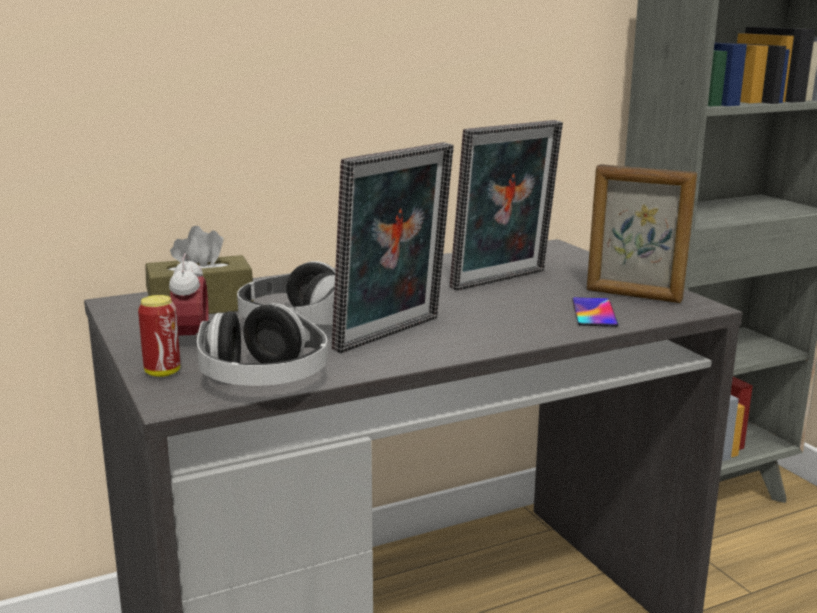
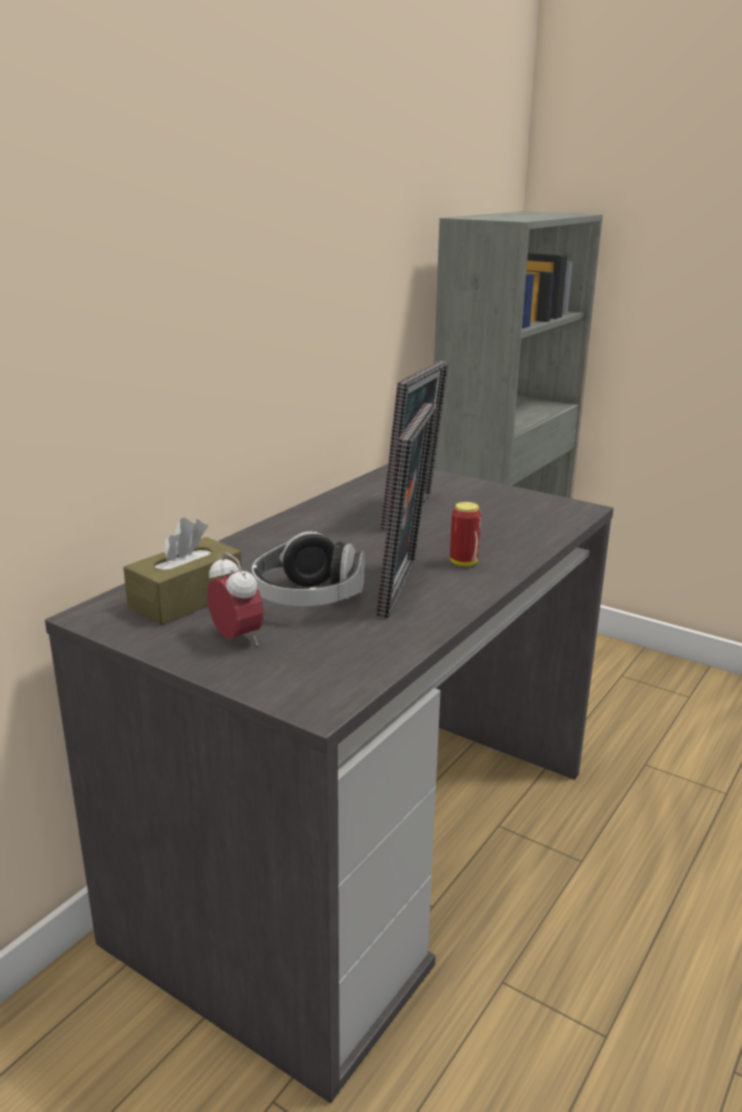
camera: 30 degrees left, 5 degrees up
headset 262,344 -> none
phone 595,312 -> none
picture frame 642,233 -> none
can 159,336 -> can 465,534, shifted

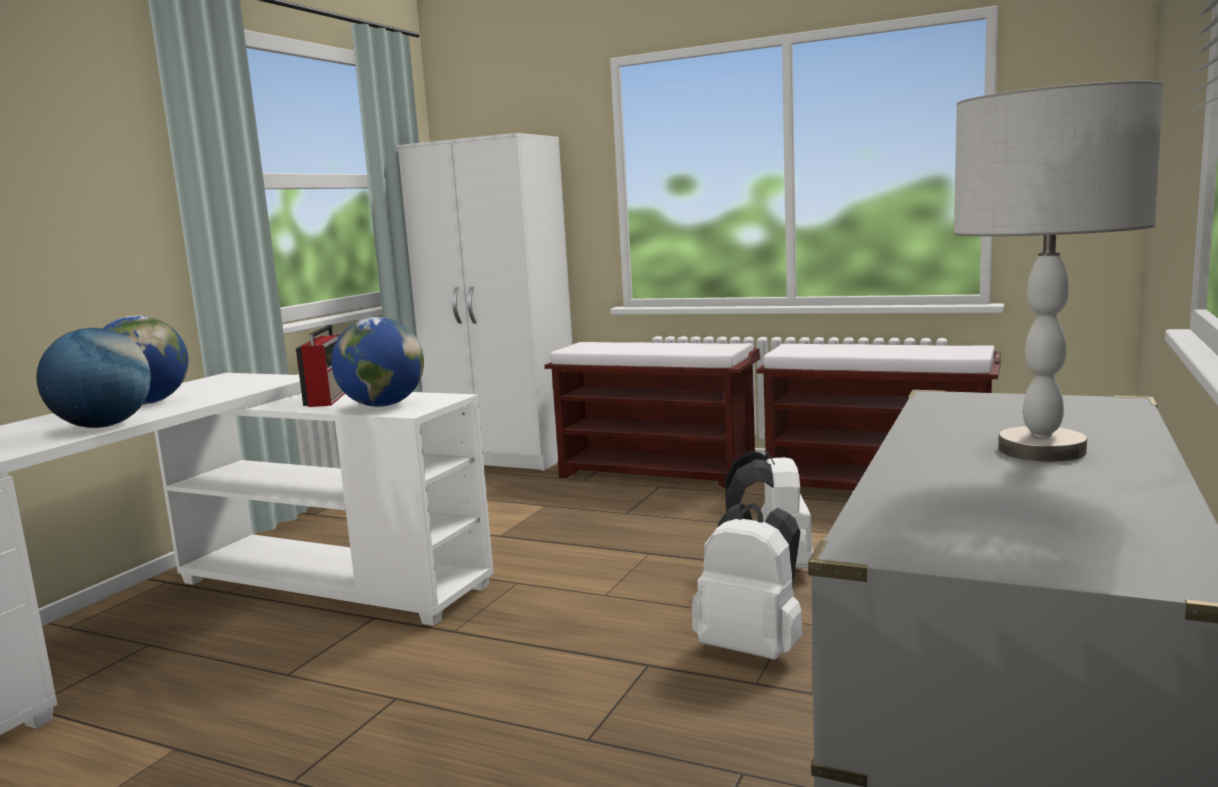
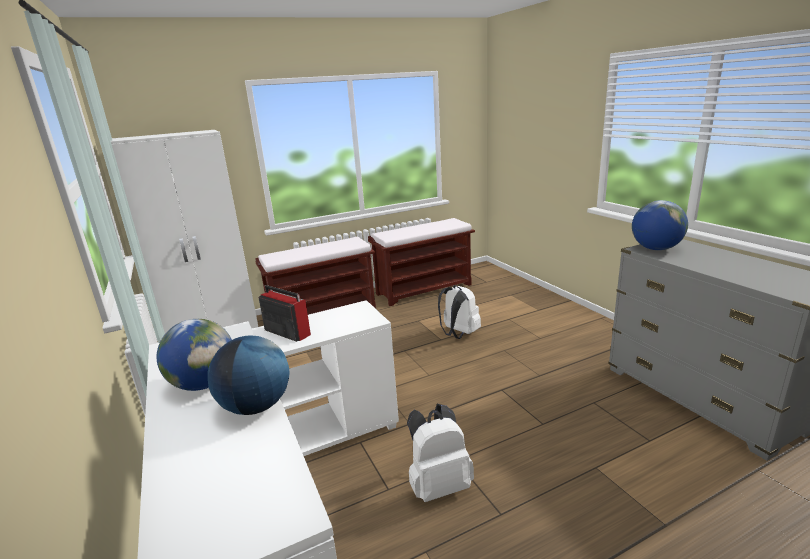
camera: 50 degrees left, 10 degrees up
grey lamp for a table 1059,271 -> none
desk globe 377,362 -> desk globe 660,225, shifted
white knapsack 747,581 -> white knapsack 440,453, shifted

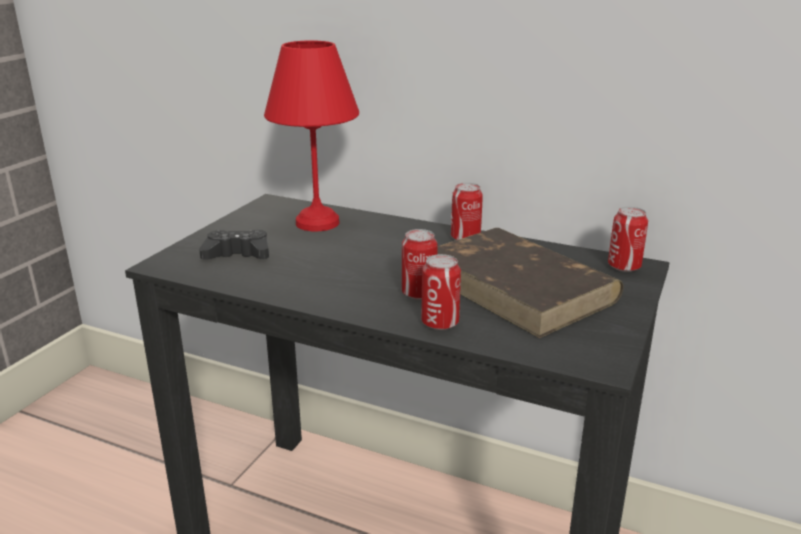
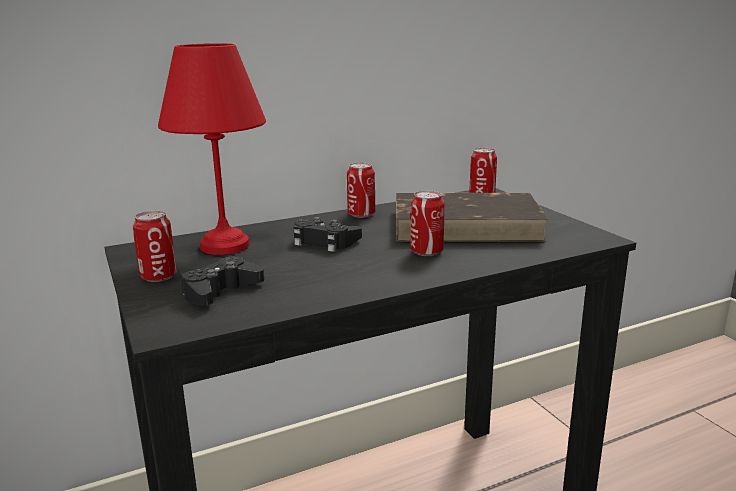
camera: 50 degrees left, 5 degrees down
none -> blackish game controller 328,234
can 441,292 -> can 155,246, shifted

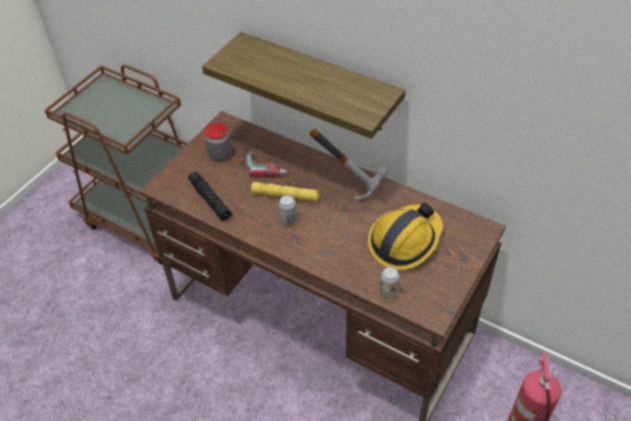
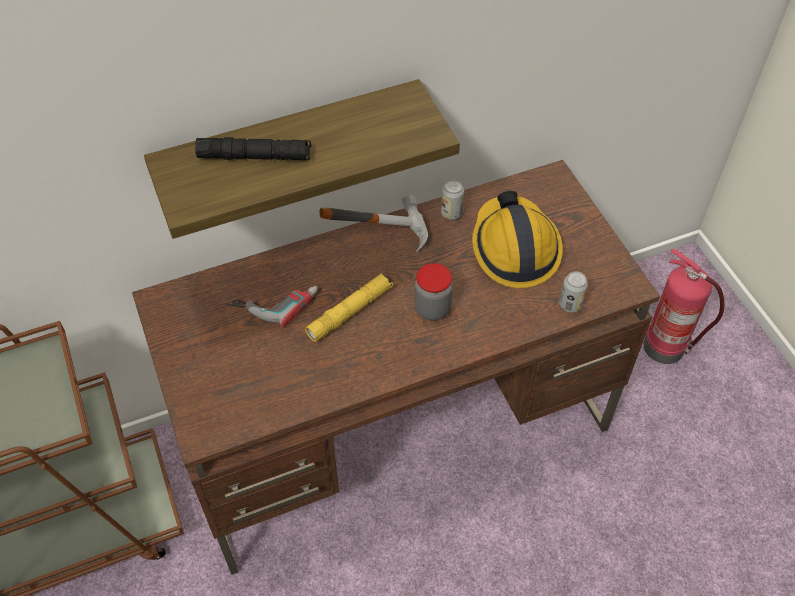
camera: 55 degrees left, 5 degrees up
blackish flashlight 210,197 -> blackish flashlight 253,148, shifted
storage jar 218,142 -> storage jar 434,291, shifted
can 287,210 -> can 452,200, shifted

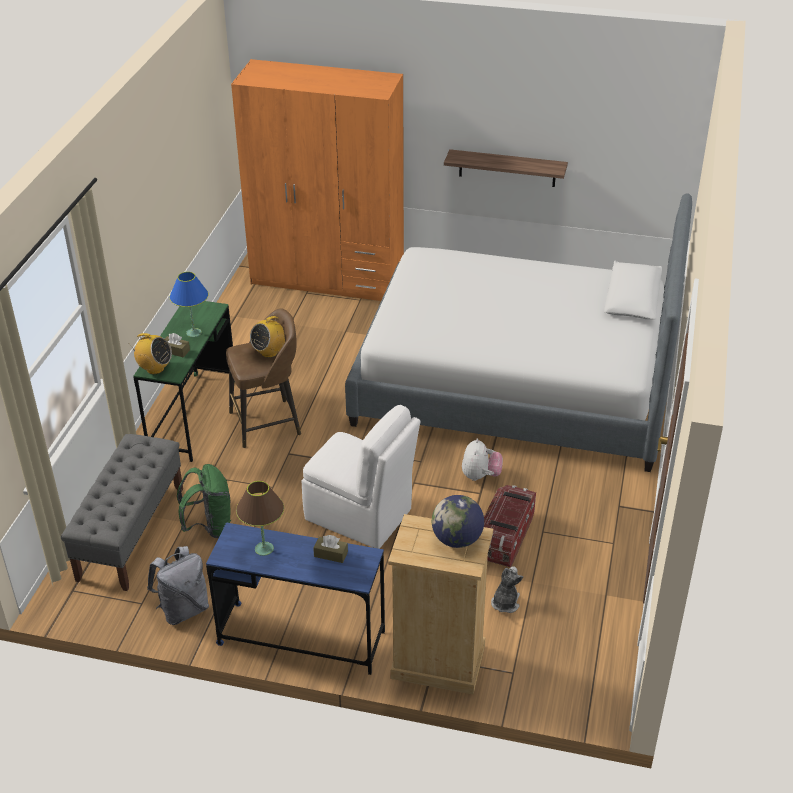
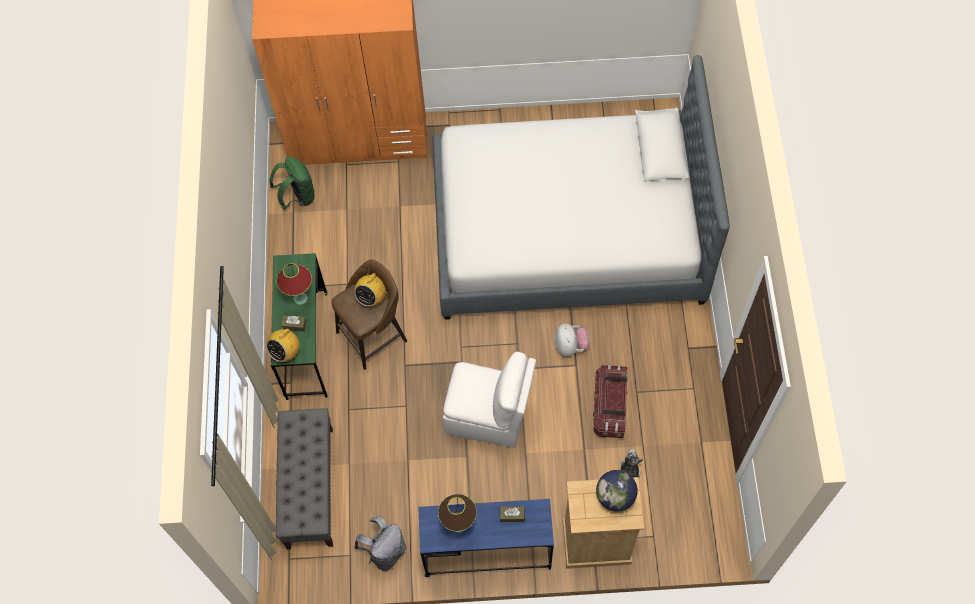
camera: 15 degrees left, 25 degrees up
shelf 506,168 -> none
greenish knapsack 204,501 -> greenish knapsack 292,183, shifted
blue lamp for a table 189,304 -> red-coloured lamp for a table 294,284
radio receiver 151,353 -> radio receiver 283,343, 120 degrees clockwise

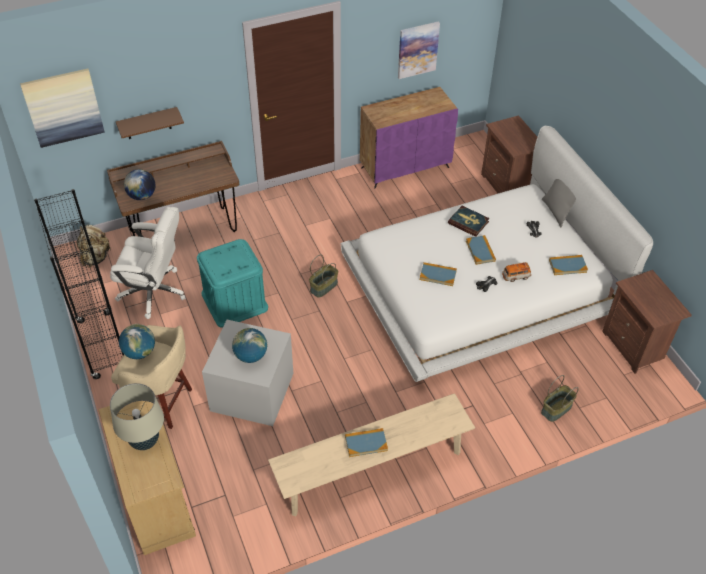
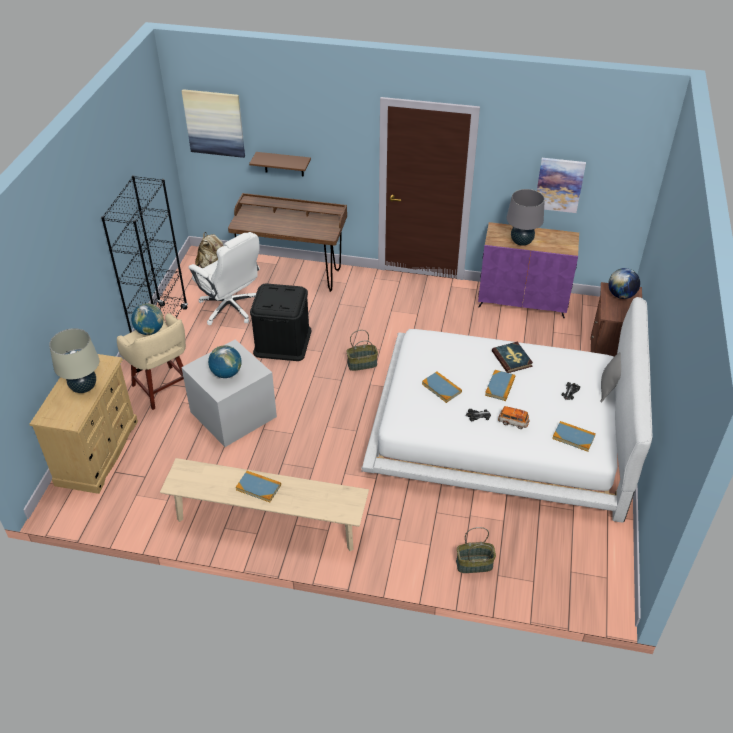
camera: 35 degrees right, 5 degrees down
brown-coloured bedside table 647,322 -> none
none -> grey lamp for a table 525,217
desk globe 140,184 -> desk globe 624,283, shifted
turquoise-coloured storage bin 232,283 -> blackish storage bin 280,322

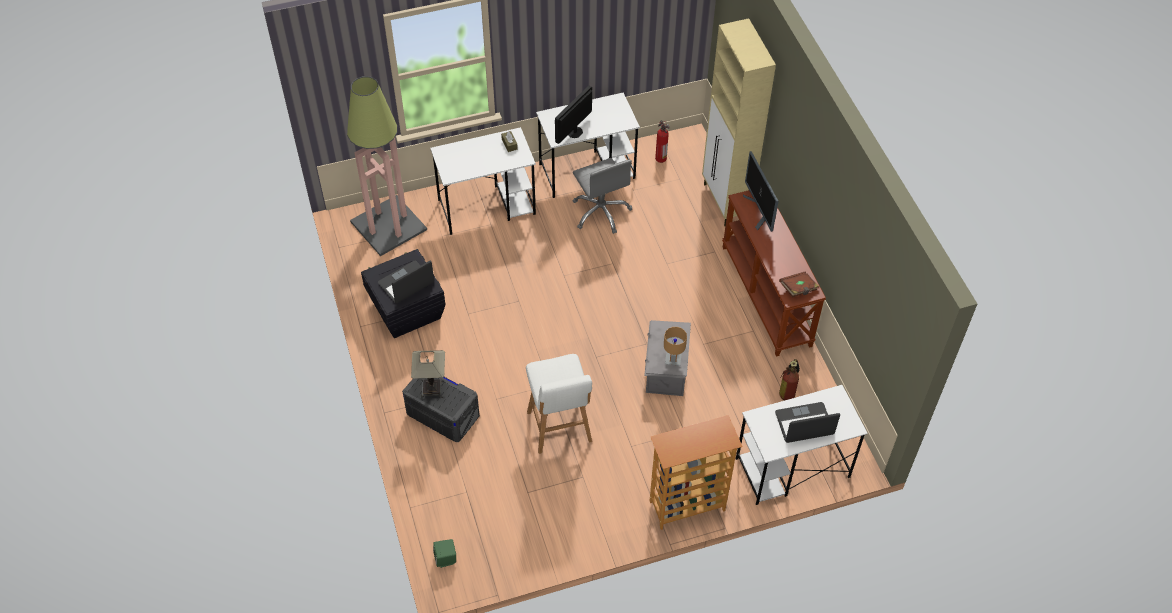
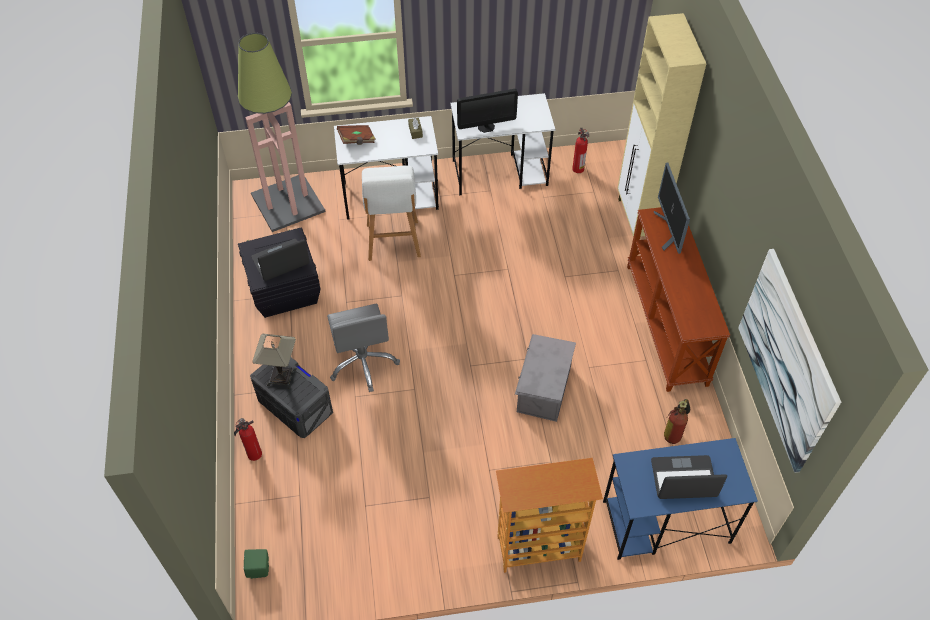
camera: 10 degrees right, 0 degrees up
brown-coloured lamp for a table 675,346 -> none
none -> fire-fighting cylinder 248,439
none -> picture 789,361
white stool seat 559,404 -> white stool seat 391,213, shifted
grey office chair 602,196 -> grey office chair 363,347, shifted
brown-coloured volume 799,284 -> brown-coloured volume 356,135, shifted
white desk table 801,445 -> blue desk table 680,499
computer screen 573,115 -> computer screen 487,111, 150 degrees counterclockwise

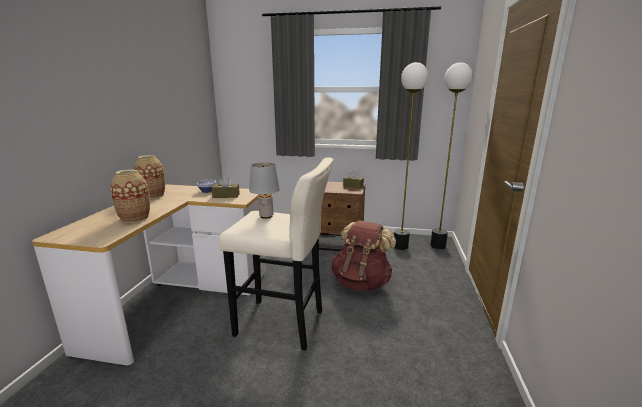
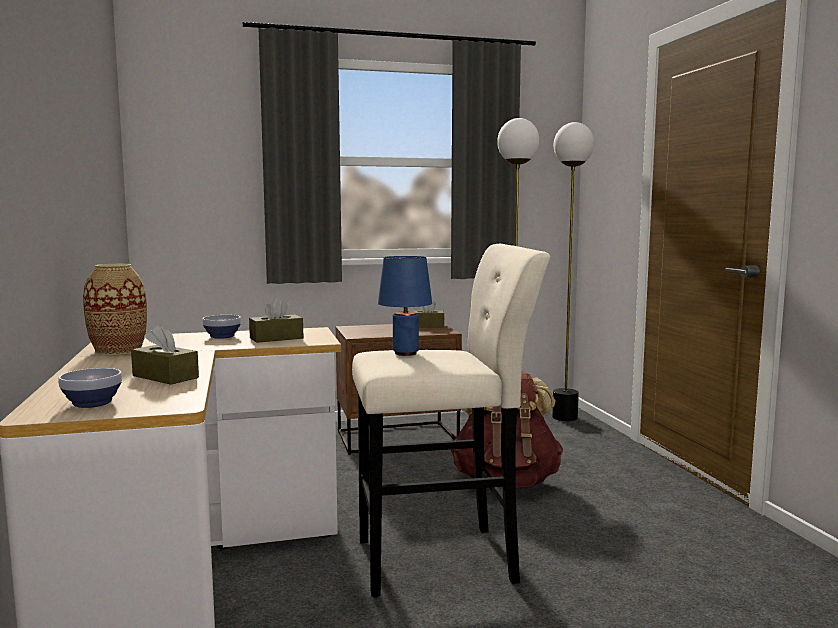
camera: 25 degrees left, 10 degrees down
none -> bowl 90,388
flower vase 130,196 -> brown-coloured tissue box 165,354
grey lamp for a table 264,190 -> blue lamp for a table 405,306

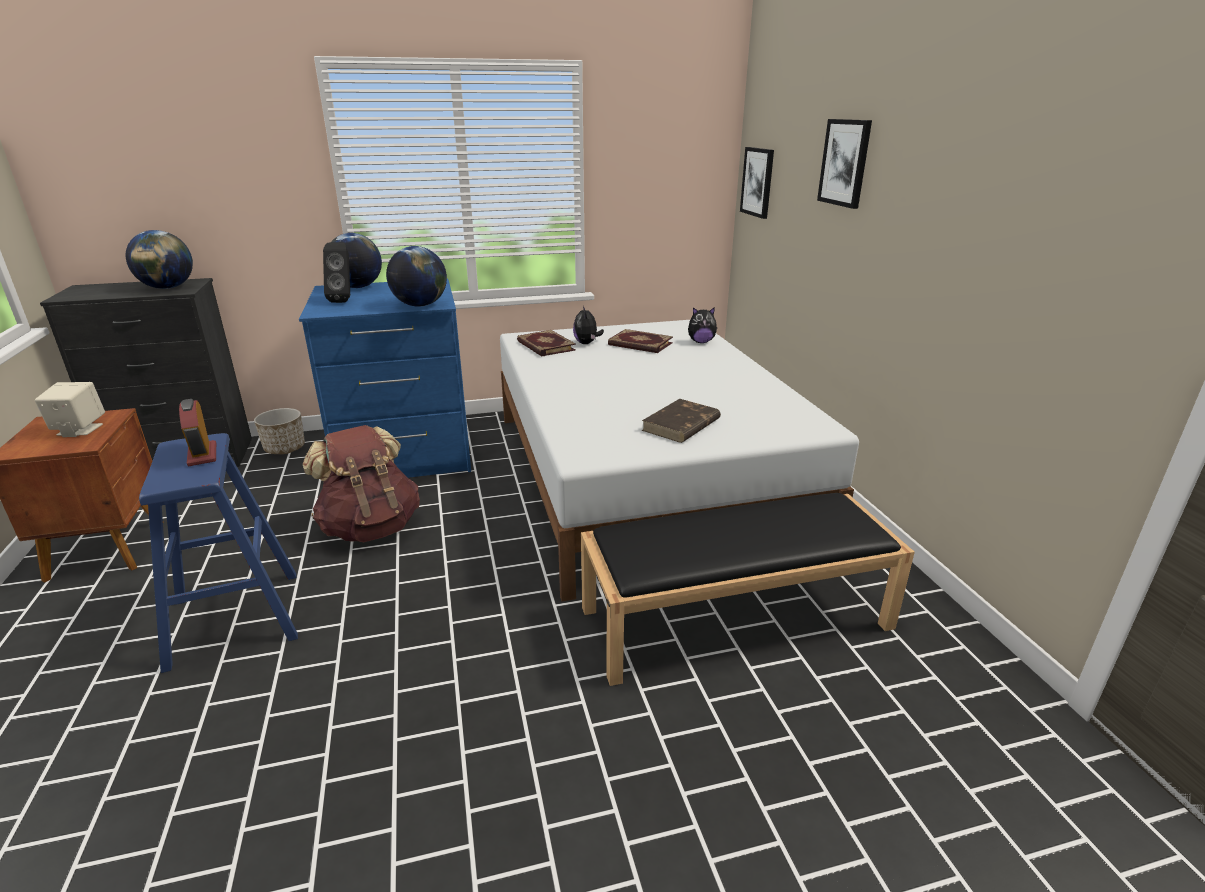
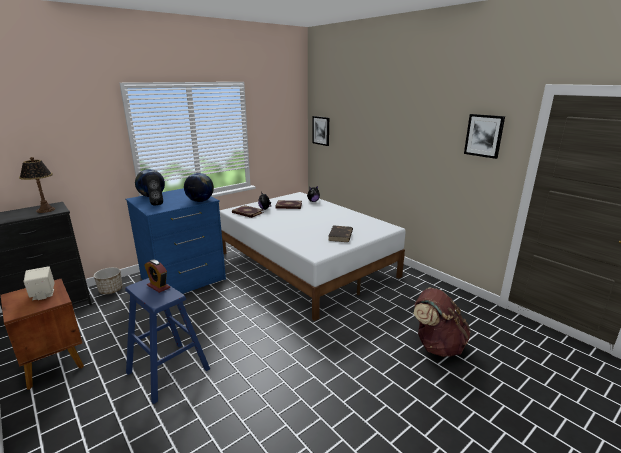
camera: 25 degrees left, 5 degrees down
blackish indoor bench 748,589 -> none
brown-coloured knapsack 361,483 -> brown-coloured knapsack 442,322, shifted
picture 844,164 -> picture 484,136, shifted
desk globe 159,259 -> lamp for a table 37,185

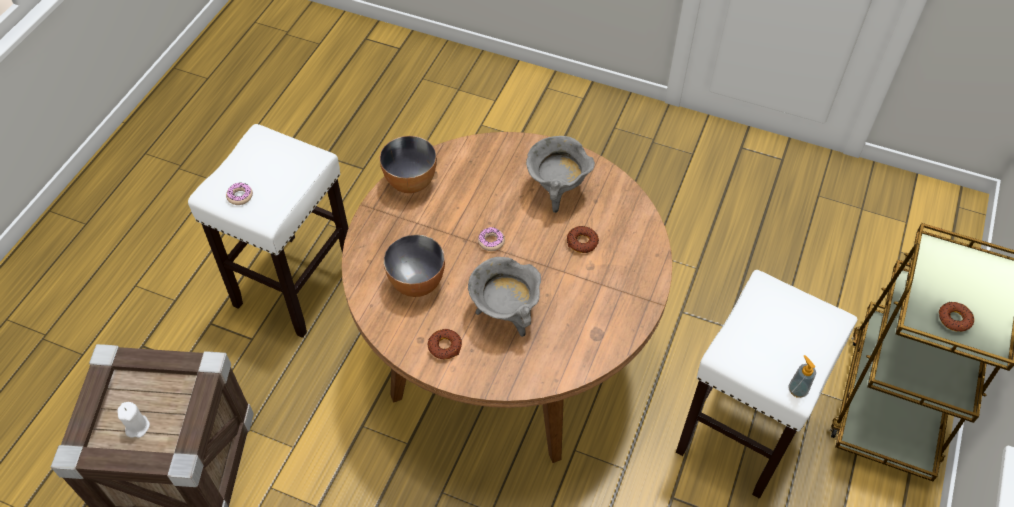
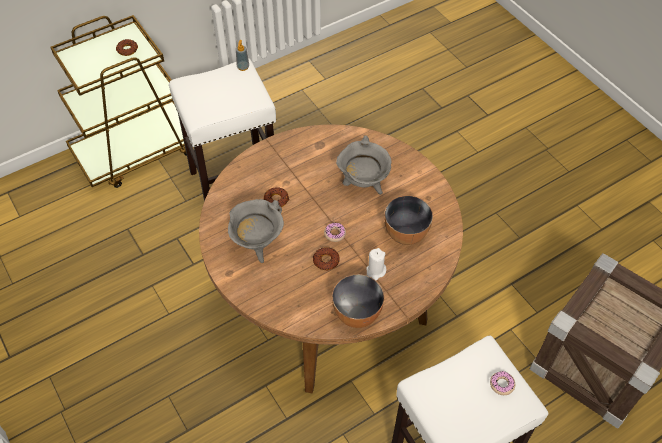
camera: 145 degrees left, 0 degrees up
white candle 133,420 -> white candle 376,264, shifted
donut 444,344 -> donut 326,258, shifted

